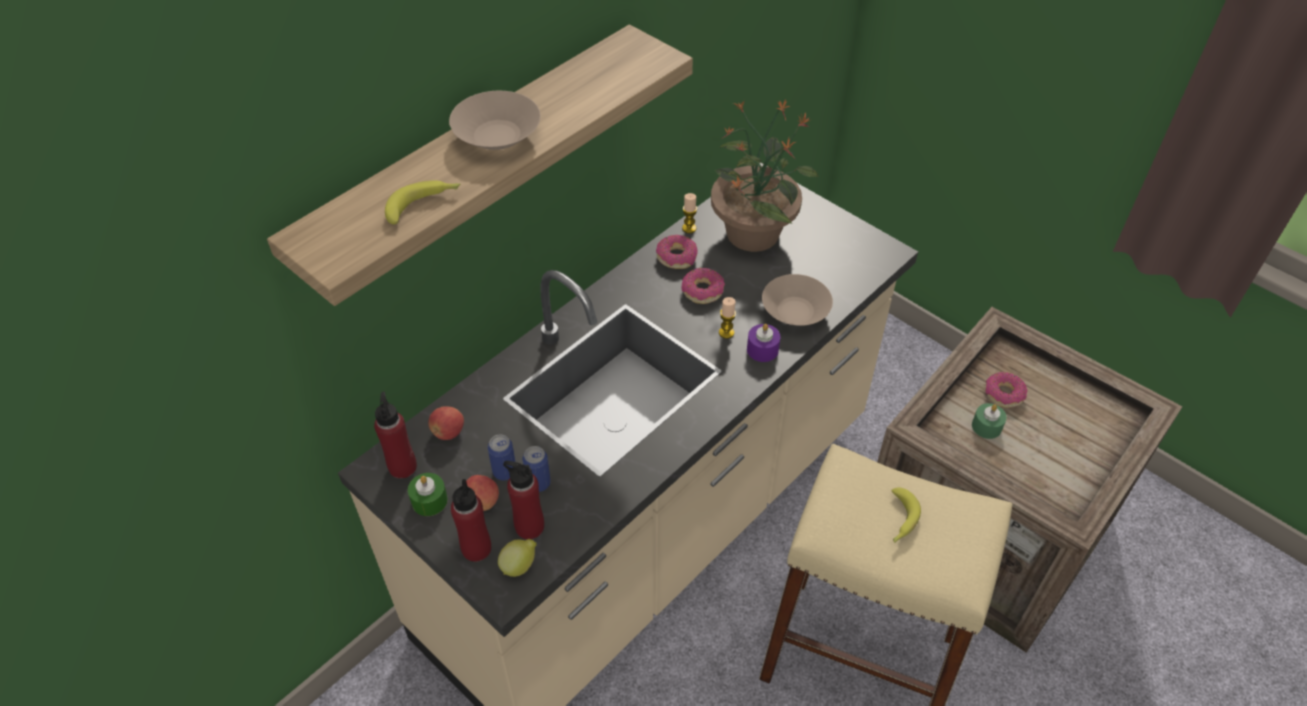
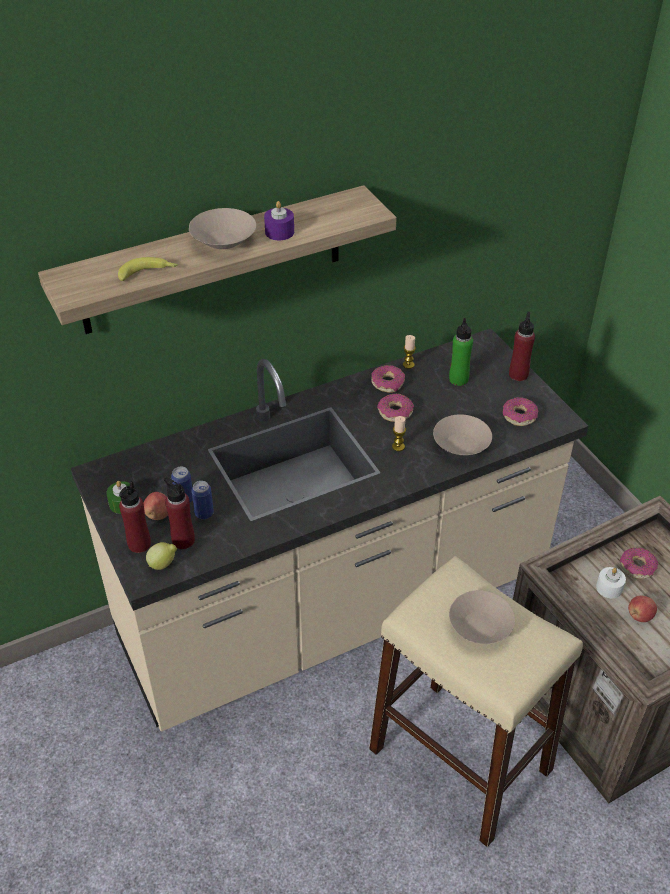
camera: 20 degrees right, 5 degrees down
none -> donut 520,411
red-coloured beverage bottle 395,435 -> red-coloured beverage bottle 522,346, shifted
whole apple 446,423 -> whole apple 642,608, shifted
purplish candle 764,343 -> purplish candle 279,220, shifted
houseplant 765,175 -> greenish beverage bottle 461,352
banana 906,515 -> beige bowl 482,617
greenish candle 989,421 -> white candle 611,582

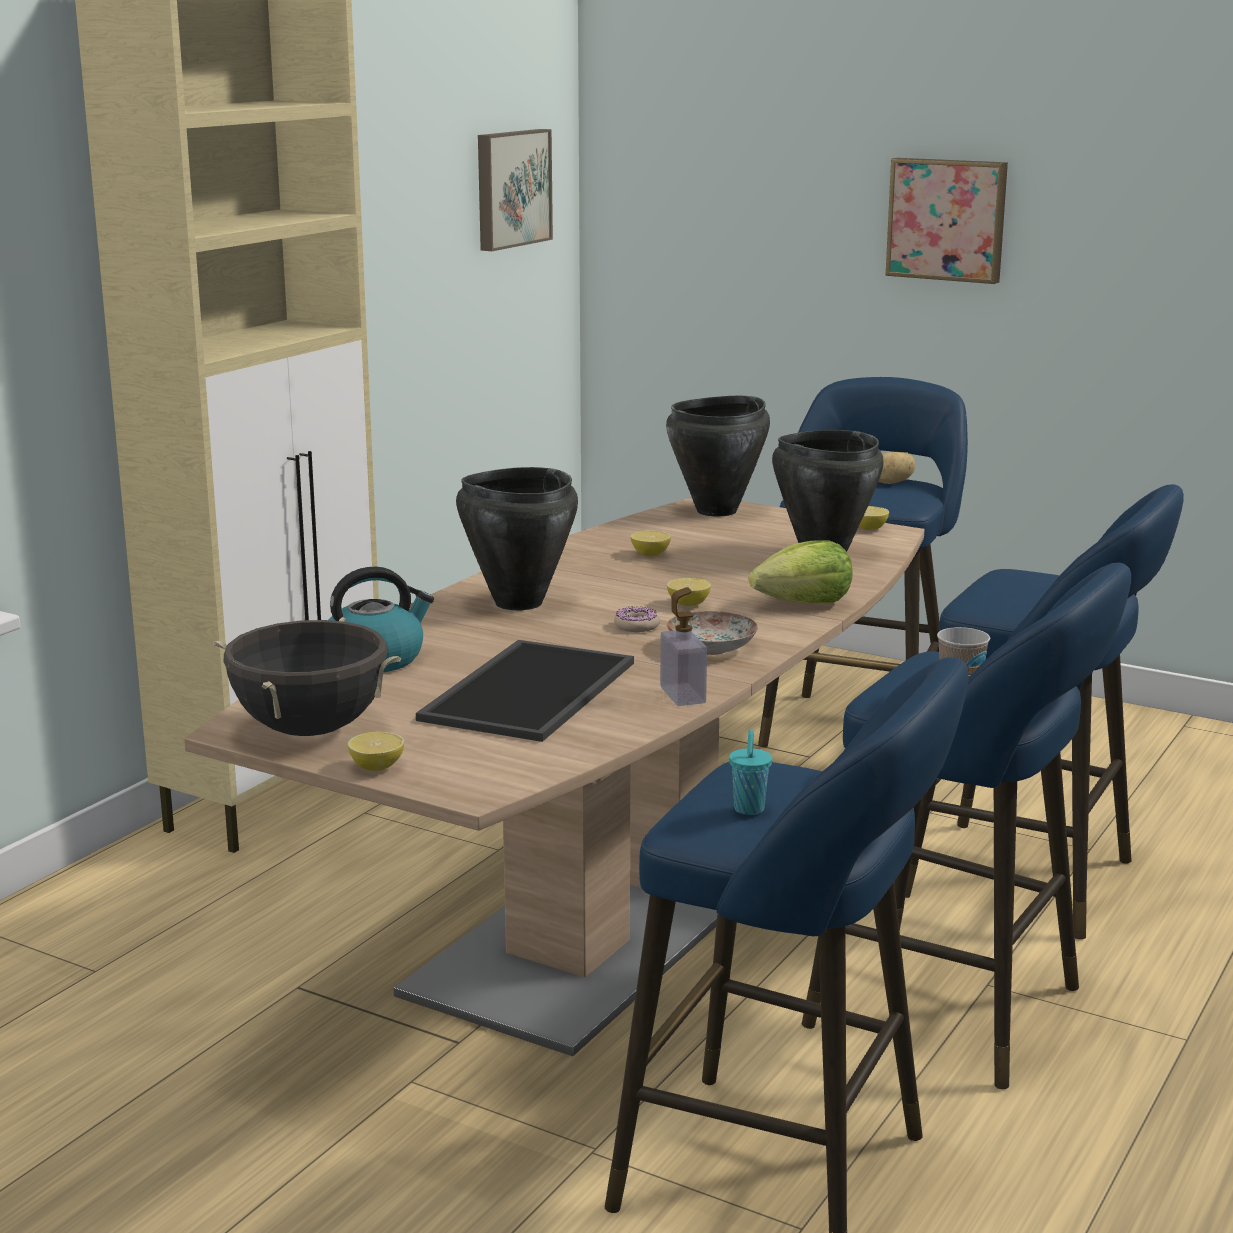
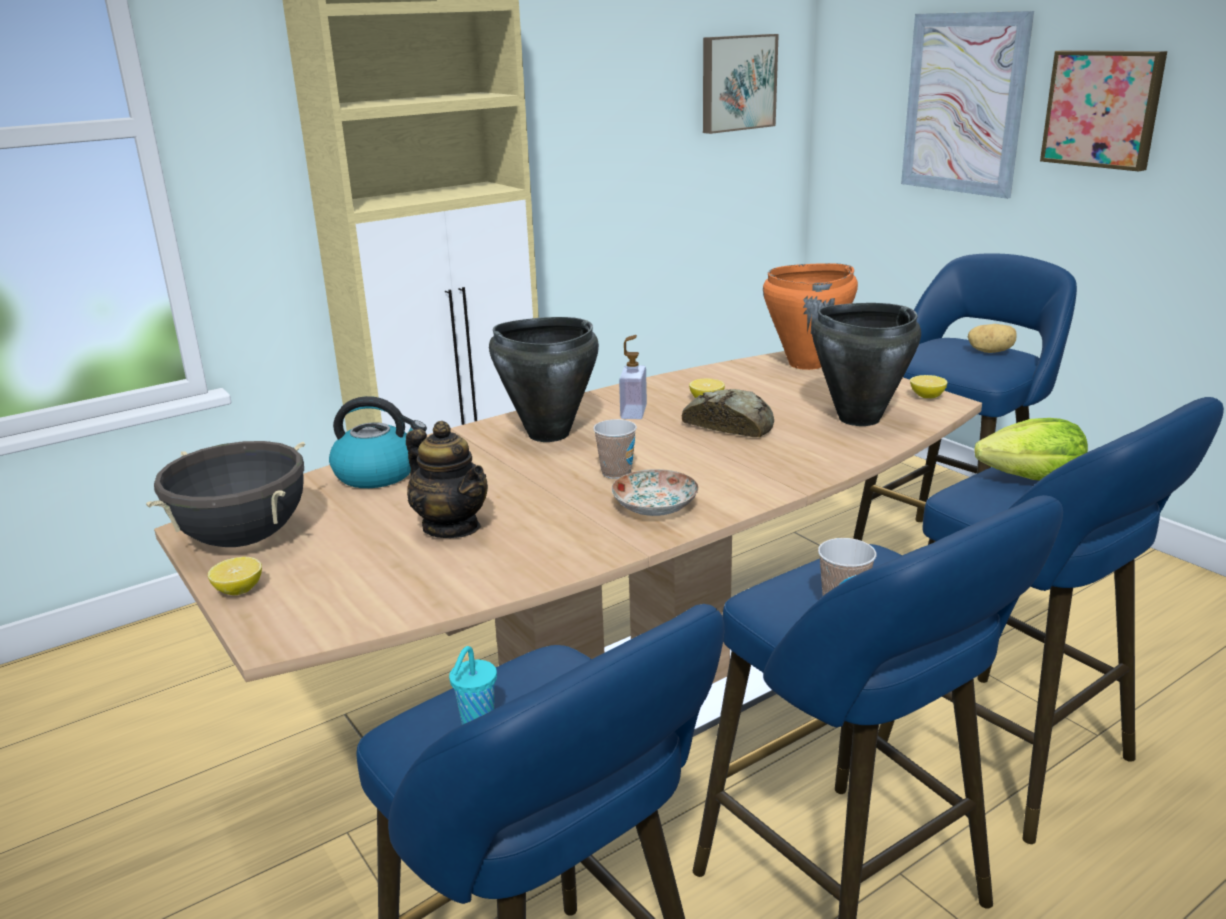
camera: 25 degrees right, 5 degrees up
whole lemon 689,592 -> none
none -> bread 728,413
none -> picture 967,105
soap bottle 683,646 -> soap bottle 633,377, shifted
lettuce head 801,572 -> lettuce head 1031,449, shifted
tray 525,691 -> pot for tea 447,479
donut 637,619 -> drinking cup 615,449
blackish stockpot 718,456 -> orange stockpot 810,316

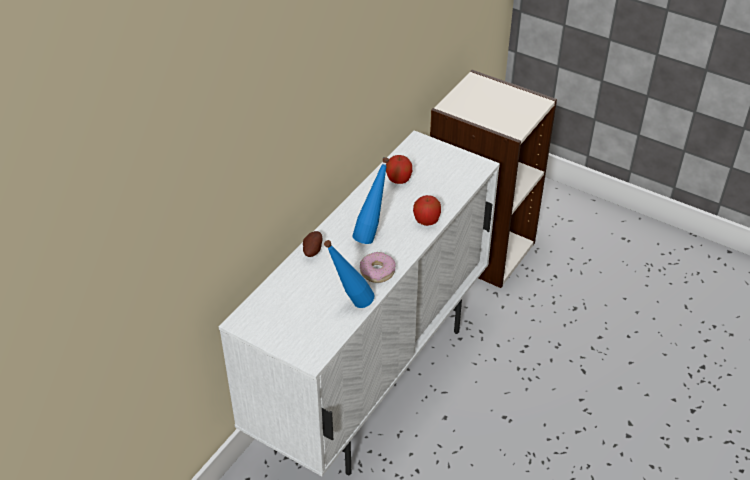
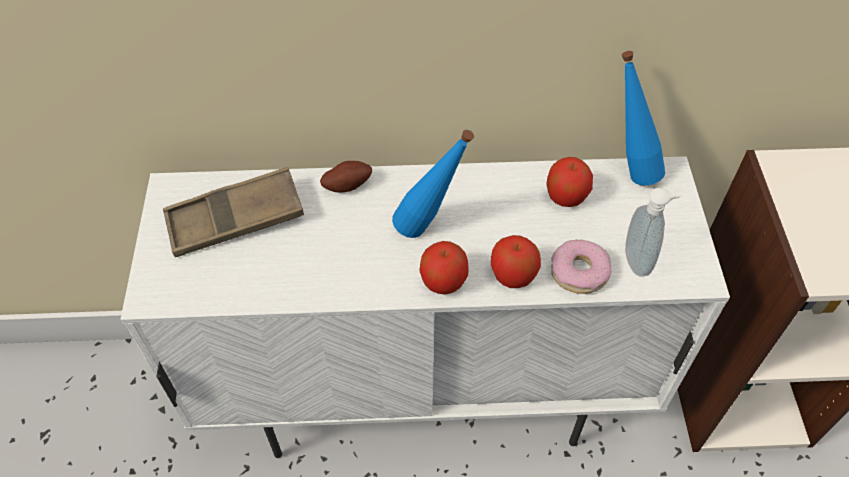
camera: 55 degrees right, 10 degrees up
none -> brown-coloured tray 233,212
none -> whole apple 444,268
none -> soap bottle 653,232
blue beverage bottle 349,274 -> blue beverage bottle 643,118, shifted
donut 377,267 -> donut 581,266, shifted

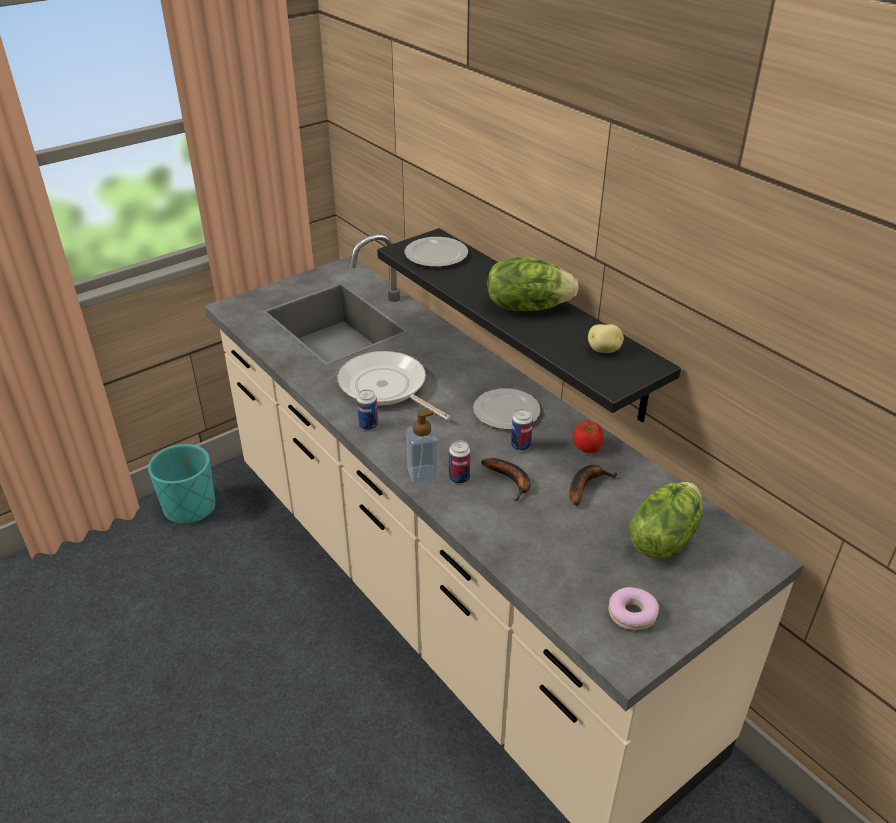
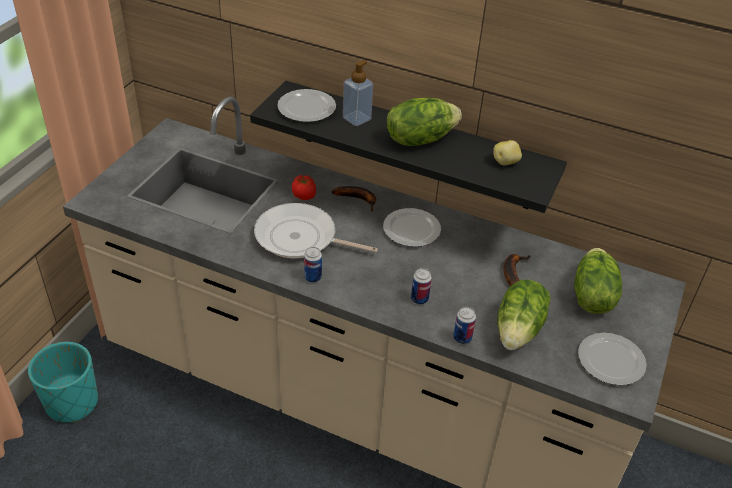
camera: 30 degrees left, 5 degrees up
none -> lettuce head 524,315
soap bottle 422,447 -> soap bottle 358,93, shifted
banana 506,479 -> banana 354,199, shifted
can 522,430 -> can 464,325, shifted
whole tomato 588,436 -> whole tomato 304,187, shifted
donut 634,608 -> plate 612,359

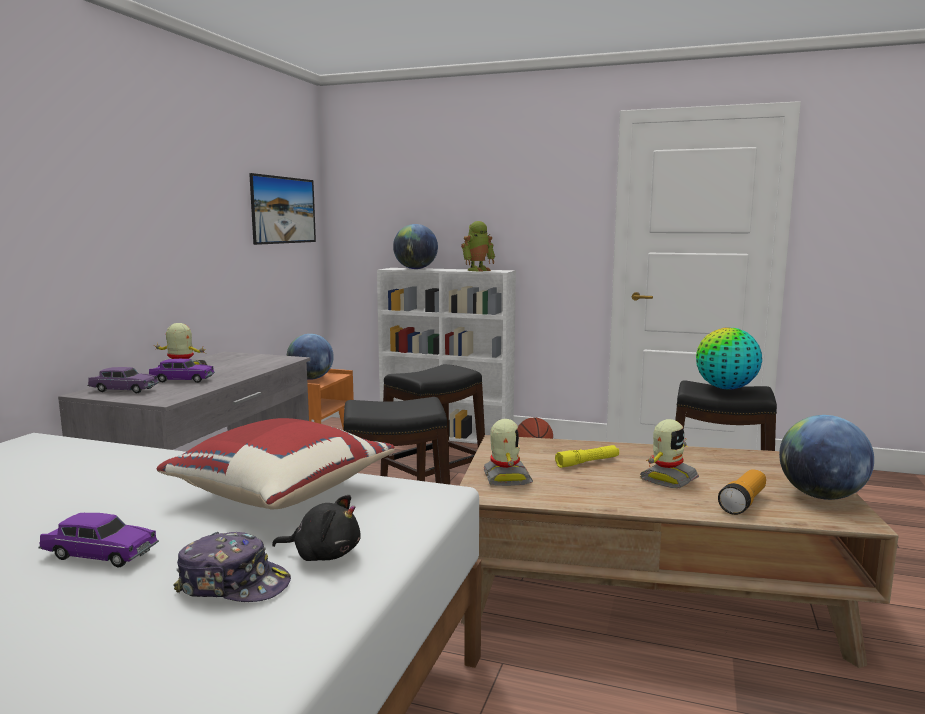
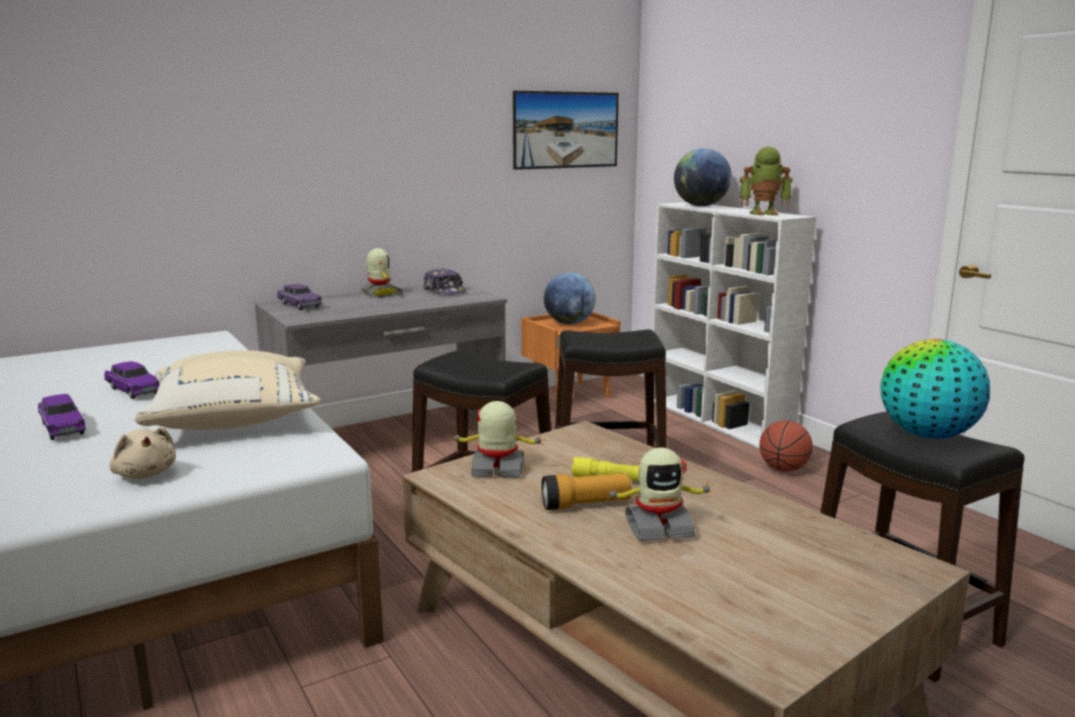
camera: 40 degrees right, 5 degrees up
desk globe 826,457 -> none
purplish toy car 182,371 -> purplish toy car 131,380, shifted
peaked cap 232,567 -> peaked cap 444,281, shifted
flashlight 742,492 -> flashlight 586,491, shifted
red-coloured cushion 275,463 -> beige cushion 228,390
blackish soft toy 316,528 -> beige soft toy 142,453
toy robot 508,452 -> toy robot 497,439, 120 degrees counterclockwise

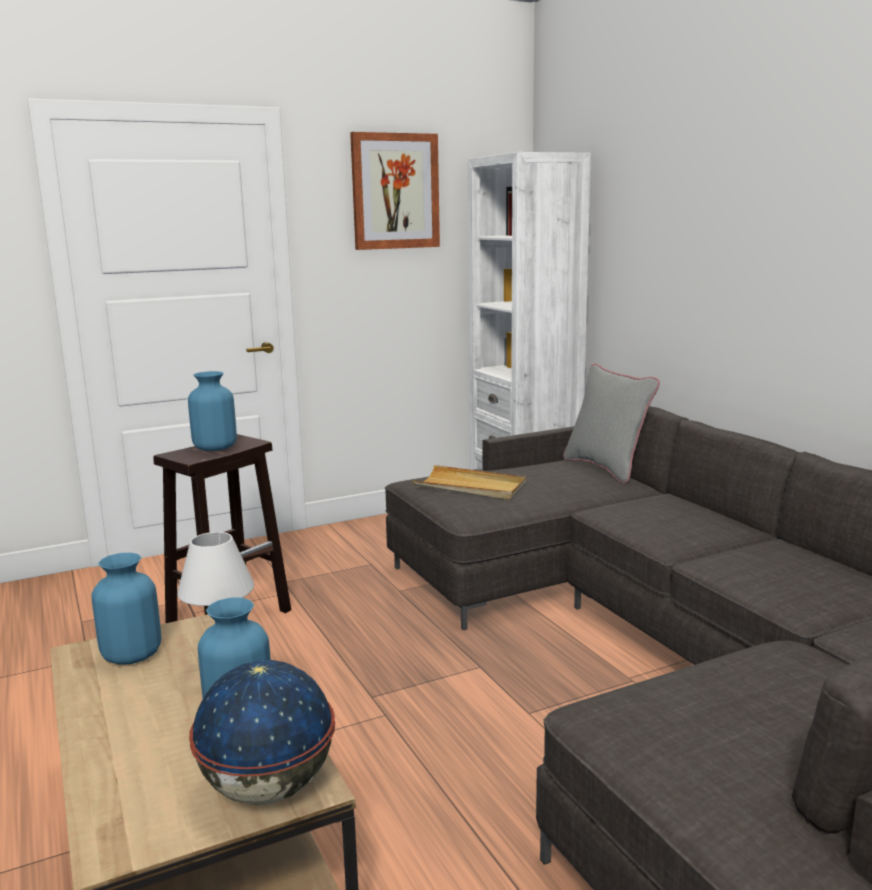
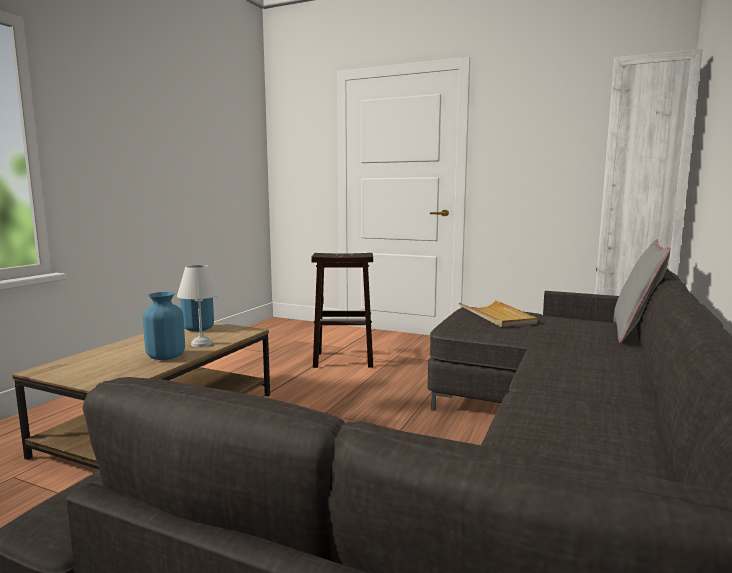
camera: 50 degrees right, 5 degrees down
blue flower vase 212,411 -> none
desk globe 262,732 -> none
picture 395,191 -> none

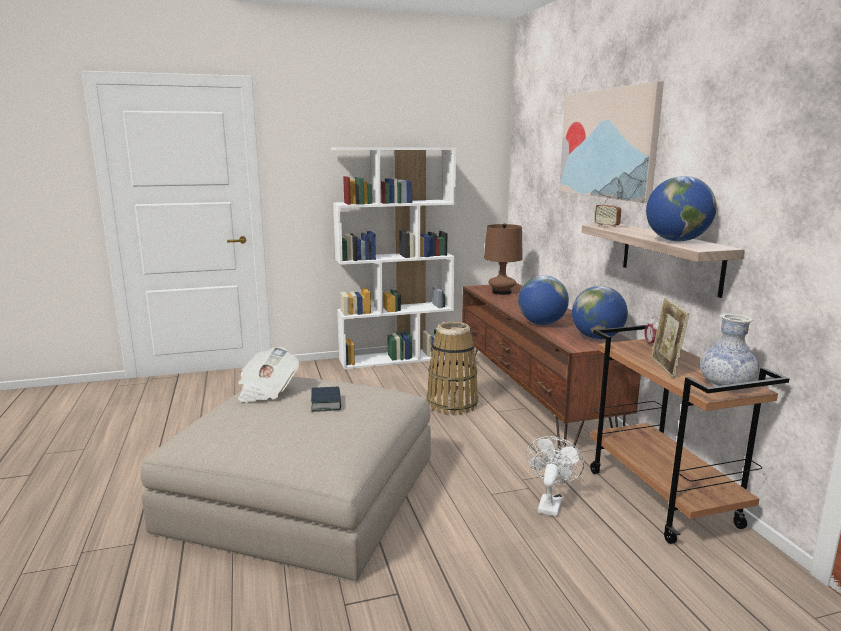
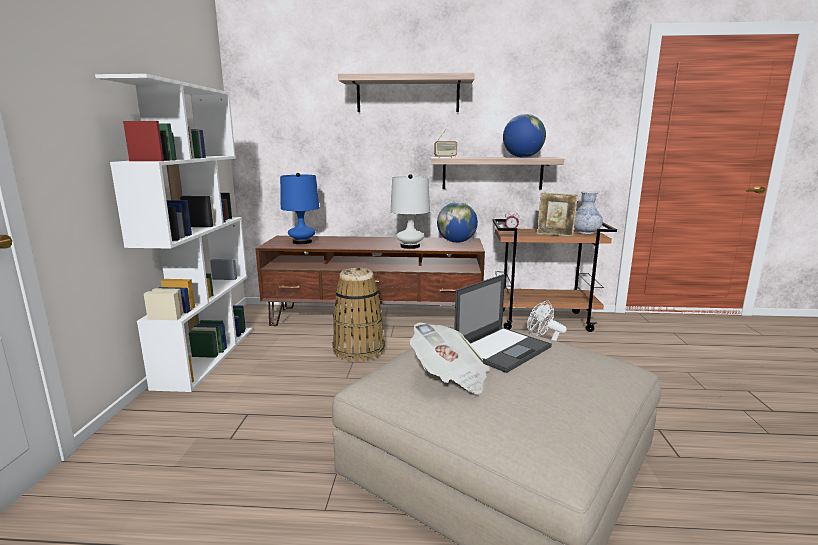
camera: 70 degrees left, 0 degrees up
volume 326,399 -> portable computer 503,323
desk globe 543,300 -> white lamp for a table 410,211
picture 611,142 -> shelf 406,92
brown-coloured lamp for a table 503,259 -> blue lamp for a table 300,208

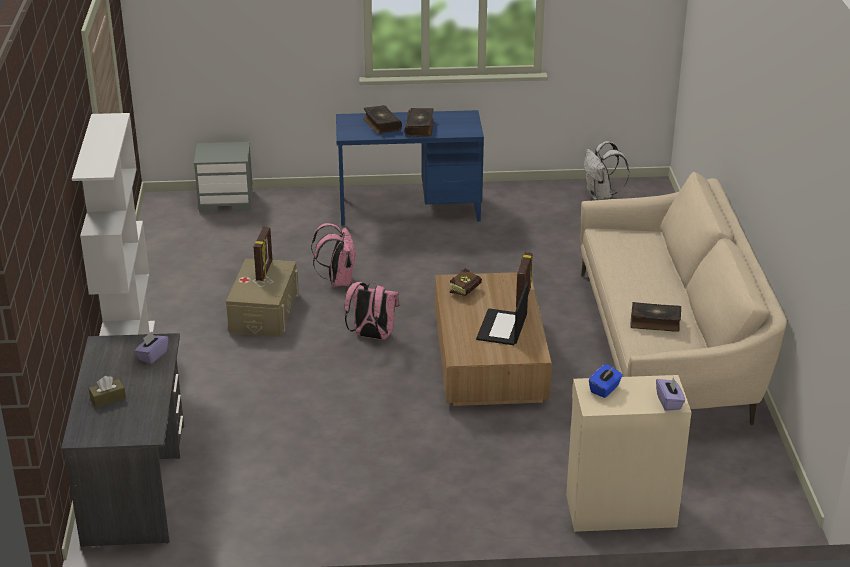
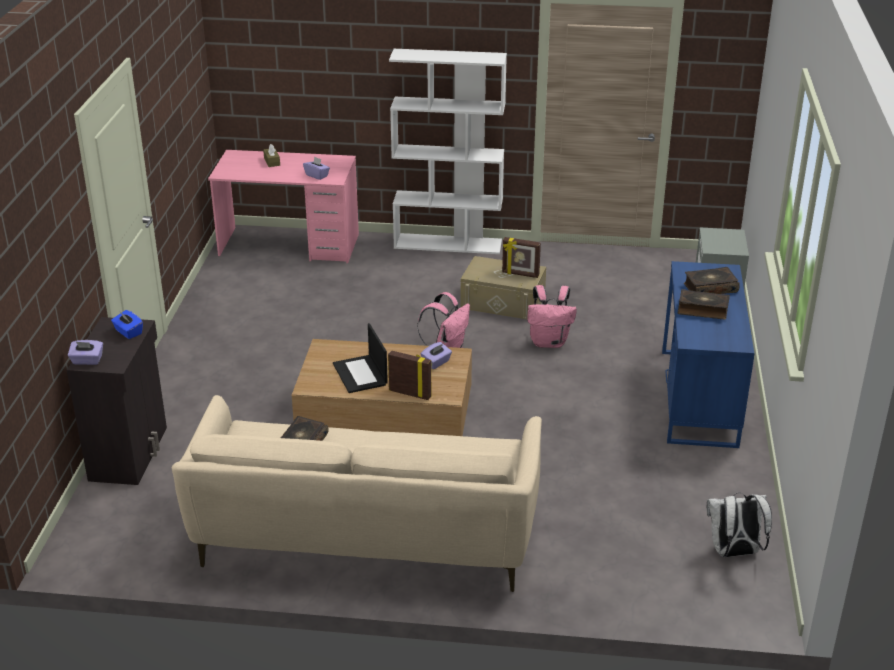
camera: 100 degrees right, 0 degrees up
volume 466,282 -> purplish tissue box 436,355
grey desk table 122,440 -> pink desk table 283,206
beige cupboard 629,453 -> blackish cupboard 116,401
portable computer 502,313 -> portable computer 360,358, 135 degrees counterclockwise

